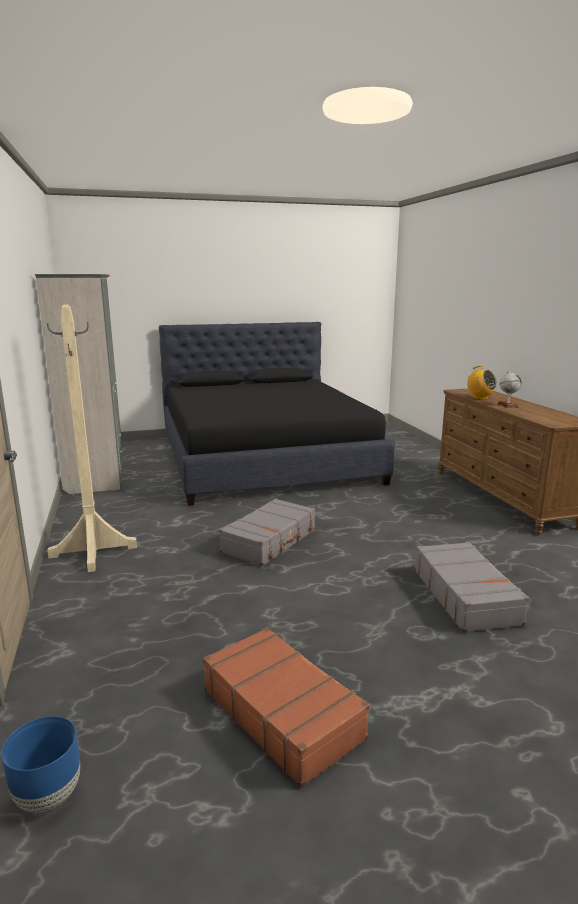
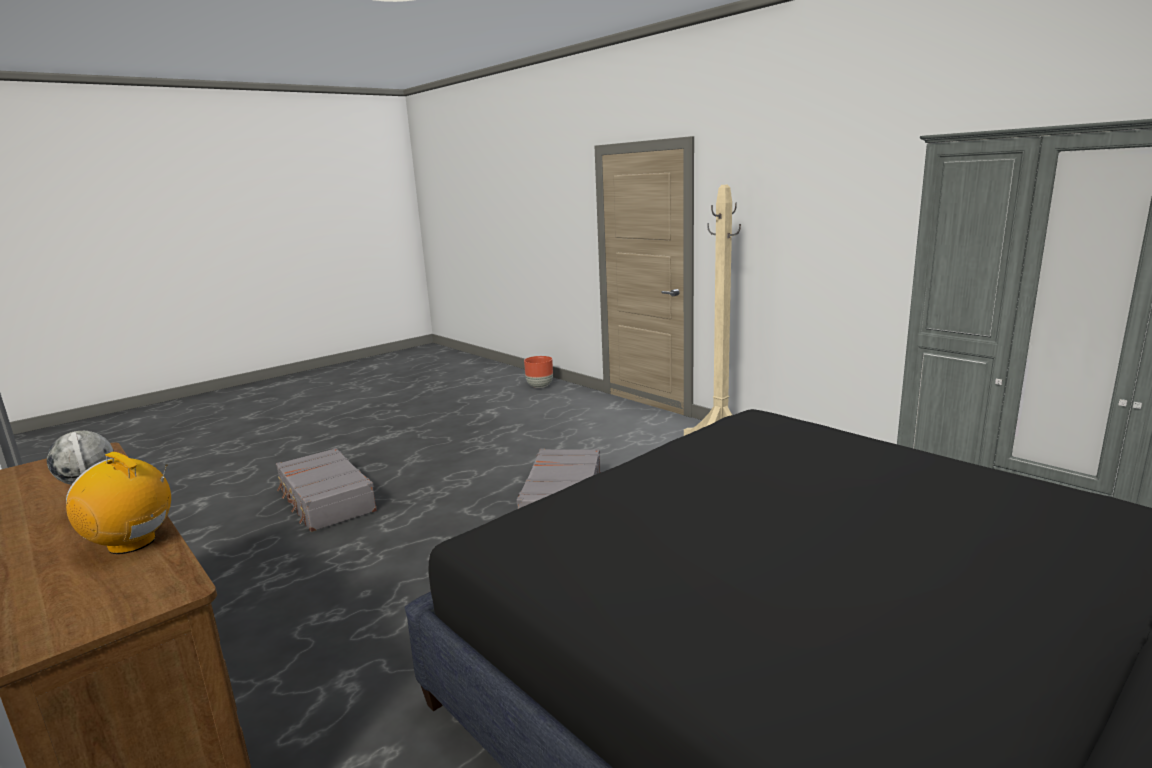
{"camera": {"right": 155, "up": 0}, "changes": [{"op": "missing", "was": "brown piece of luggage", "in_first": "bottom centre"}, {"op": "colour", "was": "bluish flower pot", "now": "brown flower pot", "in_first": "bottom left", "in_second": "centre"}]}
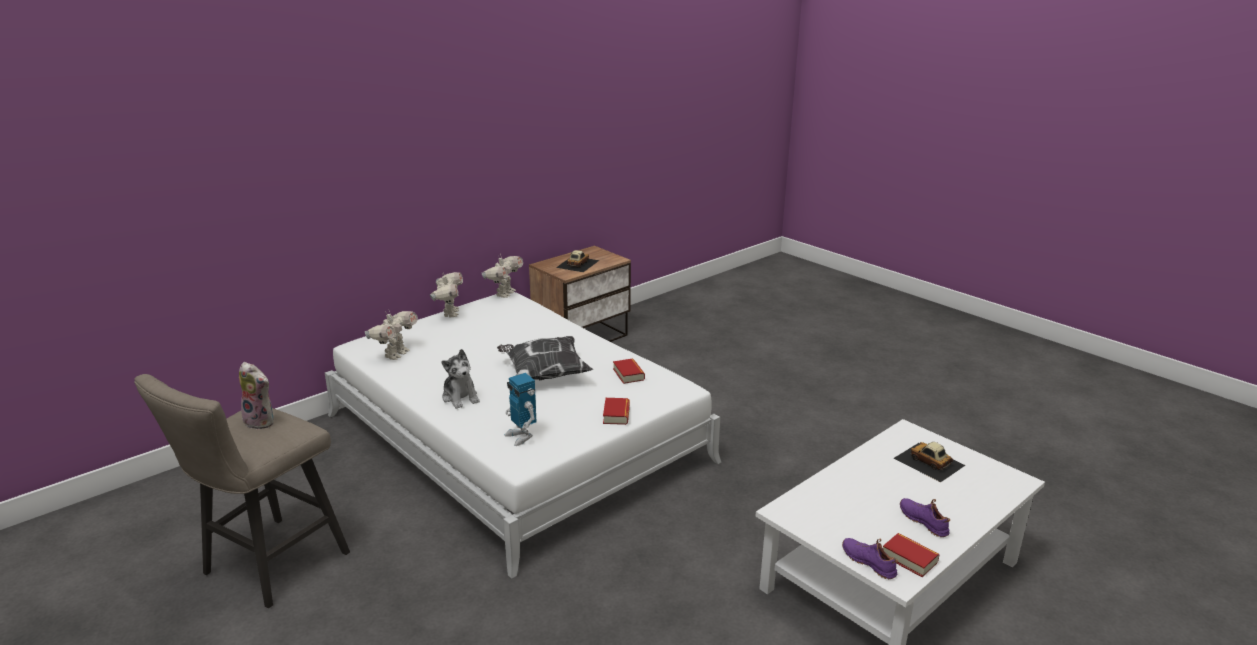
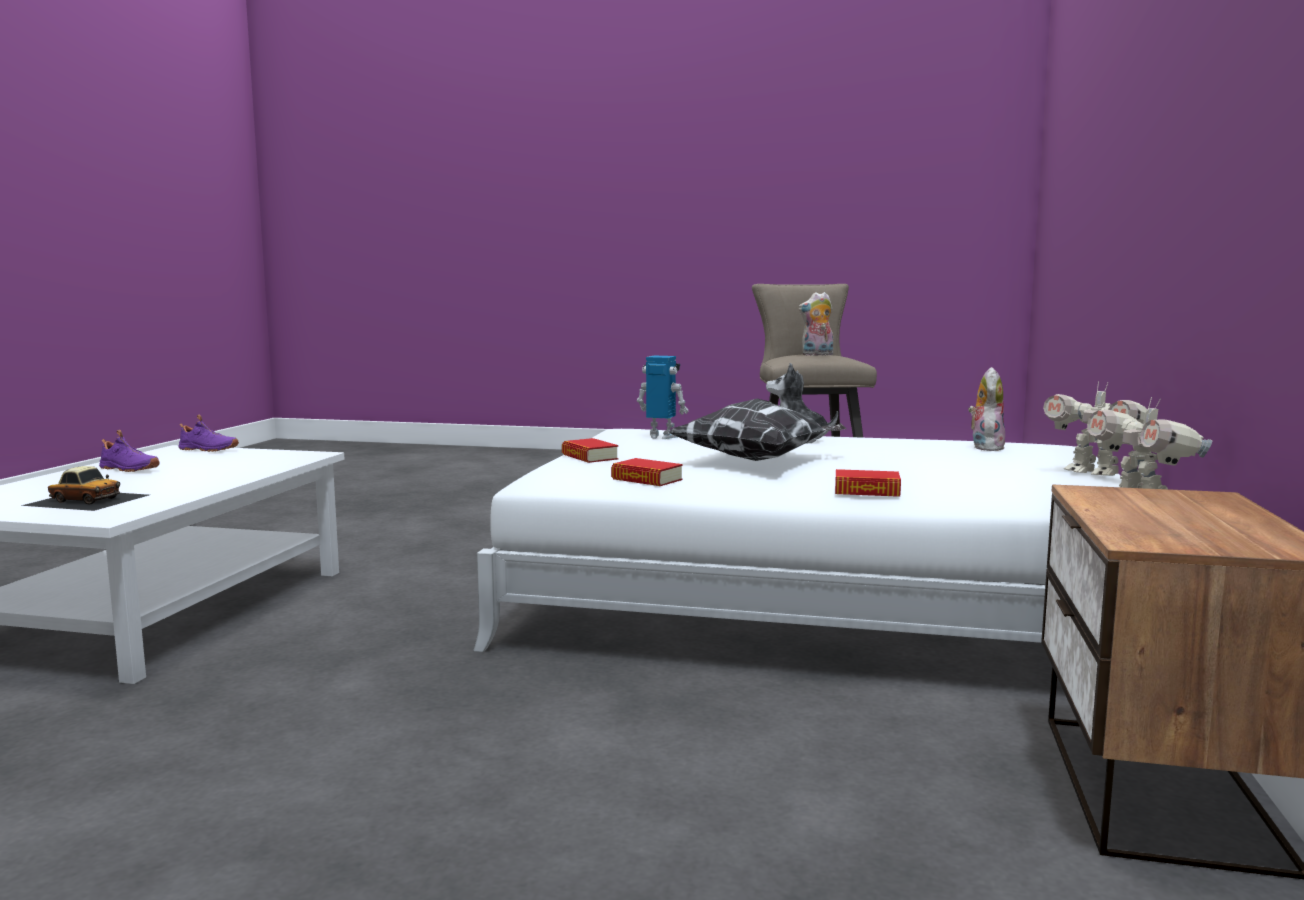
{"camera": {"right": 145, "up": -15}, "changes": [{"op": "missing", "was": "model car (no. 1 from left)", "in_first": "centre"}, {"op": "relocated", "was": "book (no. 3 from left)", "in_first": "bottom right", "in_second": "centre"}, {"op": "exchanged", "was": "robot figure (no. 1 from left)", "now": "soft toy (no. 3 from left)", "in_first": "middle left", "in_second": "middle right"}]}
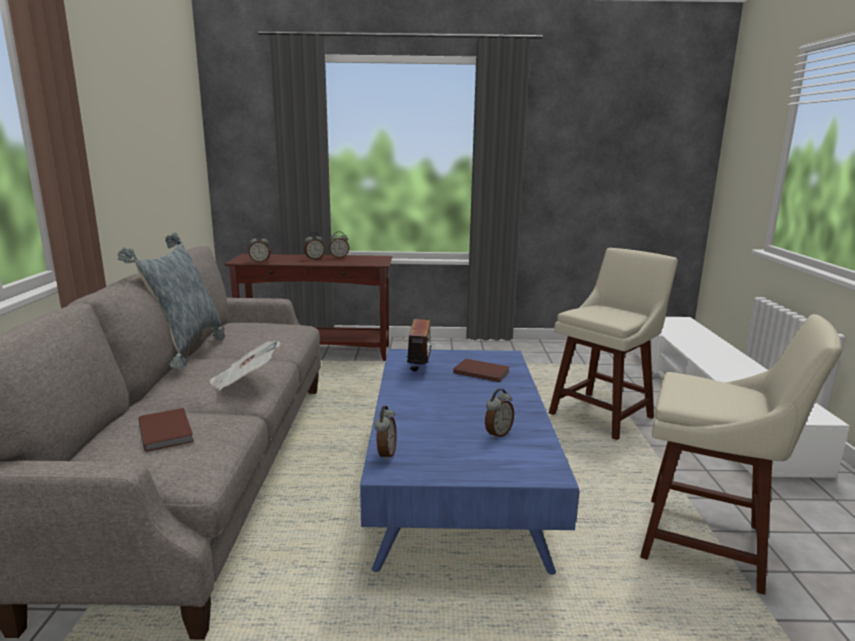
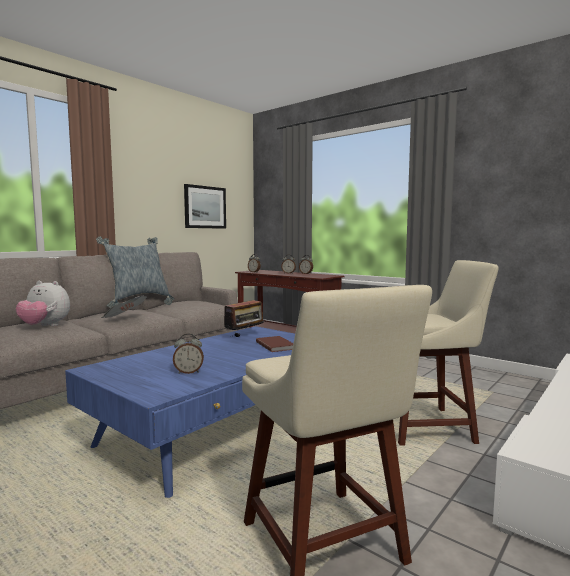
{"camera": {"right": 40, "up": -10}, "changes": [{"op": "missing", "was": "alarm clock (no. 4 from left)", "in_first": "bottom centre"}, {"op": "appeared", "now": "wall picture", "in_second": "centre"}, {"op": "exchanged", "was": "brown book (no. 1 from left)", "now": "soft toy", "in_first": "bottom left", "in_second": "middle left"}]}
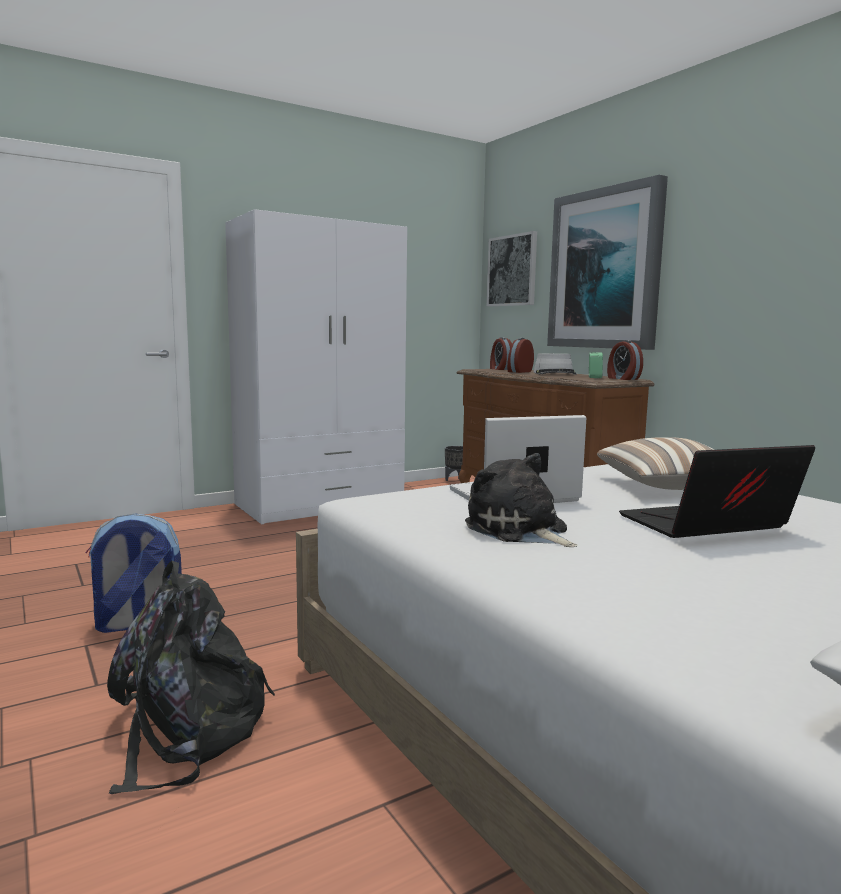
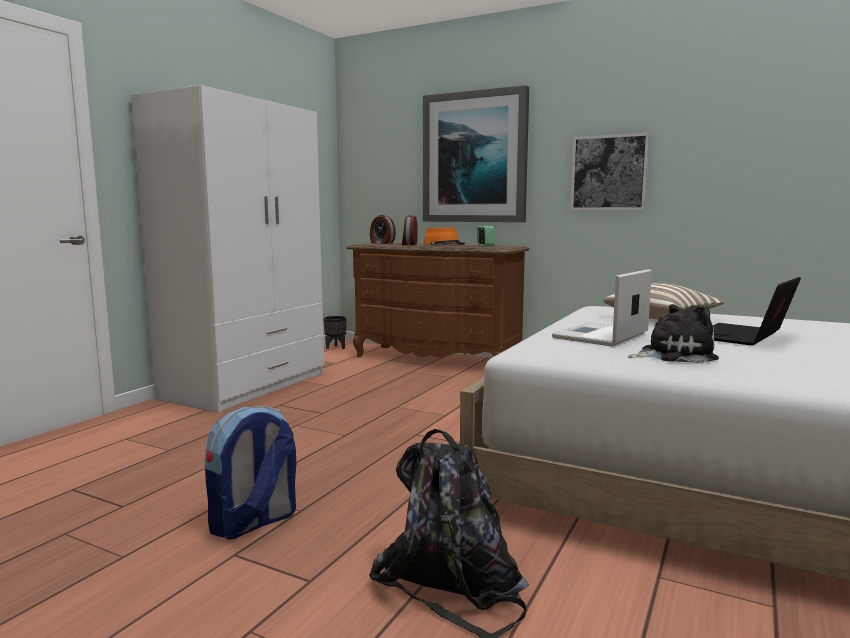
{"camera": {"right": -30, "up": 0}, "changes": [{"op": "missing", "was": "alarm clock (no. 4 from left)", "in_first": "middle right"}, {"op": "relocated", "was": "wall picture (no. 1 from left in the first image)", "now": "wall picture (no. 2 from left)", "in_first": "top centre", "in_second": "top right"}, {"op": "colour", "was": "grey clothing hat", "now": "orange-coloured clothing hat", "in_first": "centre", "in_second": "centre"}, {"op": "spun", "was": "soft toy", "in_first": "centre", "in_second": "middle right", "clockwise": 150}]}
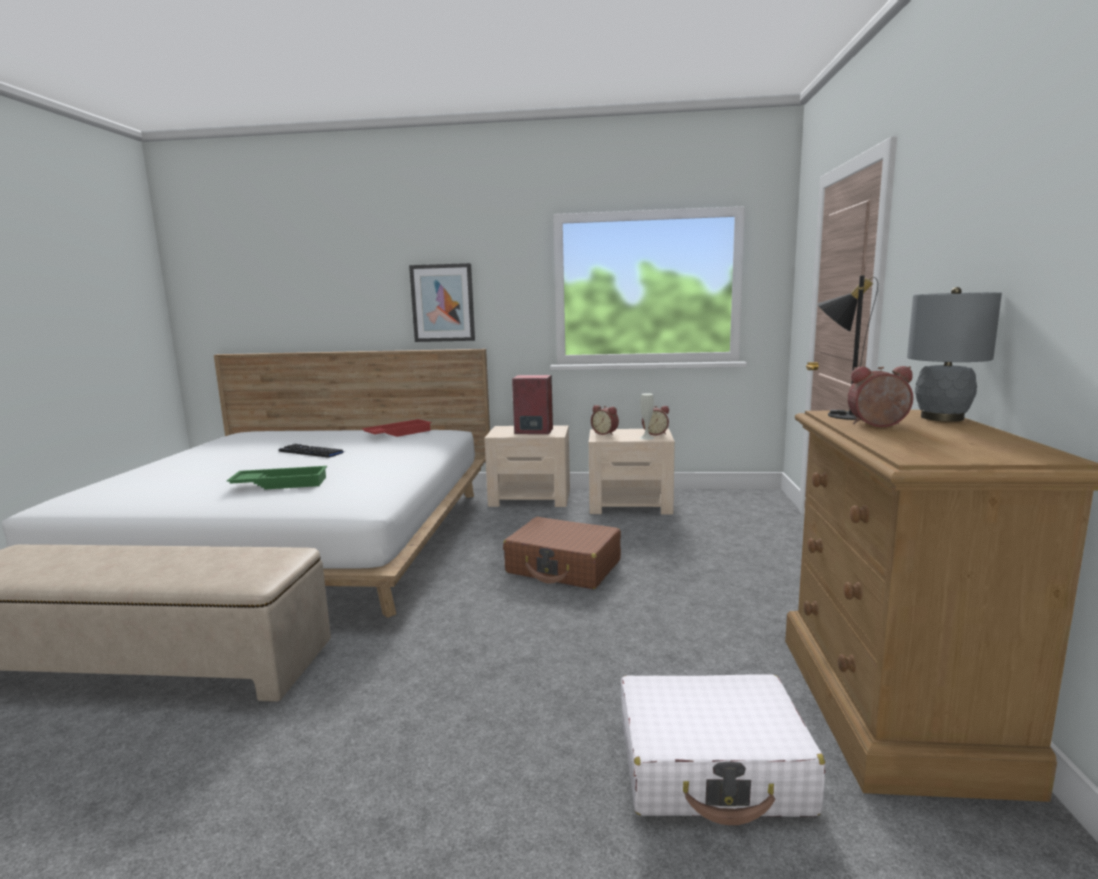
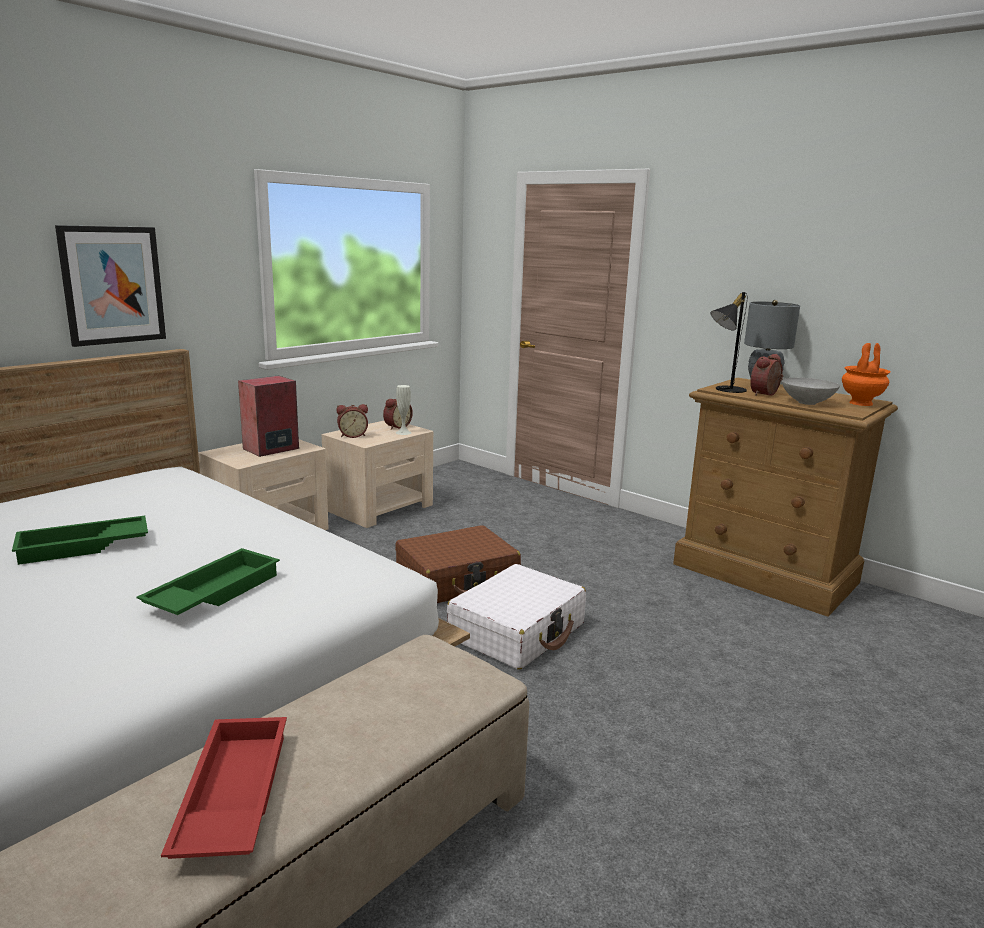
{"camera": {"right": -55, "up": 5}, "changes": [{"op": "appeared", "now": "grey bowl", "in_second": "middle right"}, {"op": "appeared", "now": "orange-coloured vase", "in_second": "middle right"}, {"op": "relocated", "was": "red-coloured tray", "in_first": "centre", "in_second": "bottom left"}, {"op": "relocated", "was": "whitish piece of luggage", "in_first": "bottom centre", "in_second": "centre"}, {"op": "exchanged", "was": "computer keyboard", "now": "green tray (no. 1 from left)", "in_first": "middle left", "in_second": "middle left"}]}
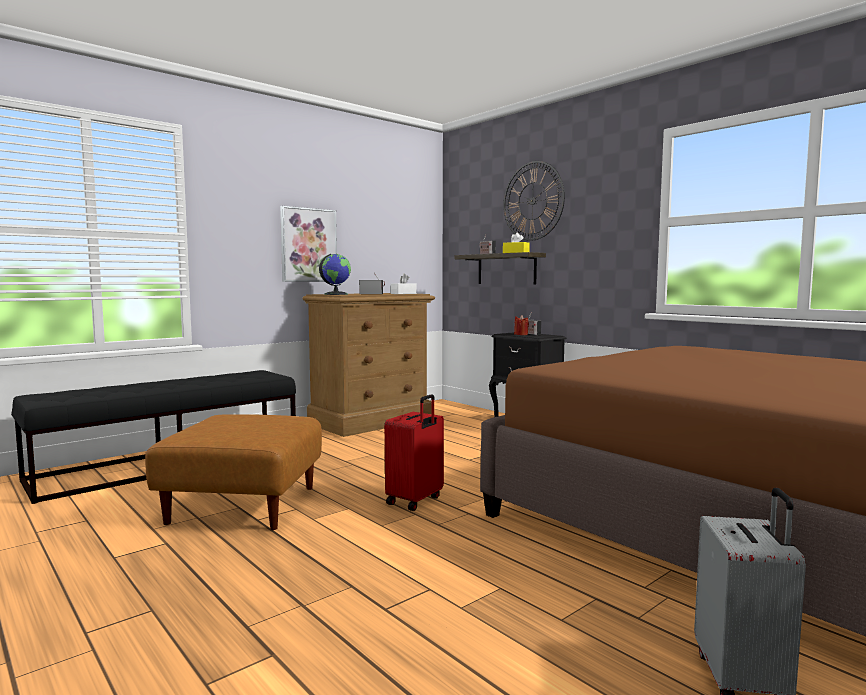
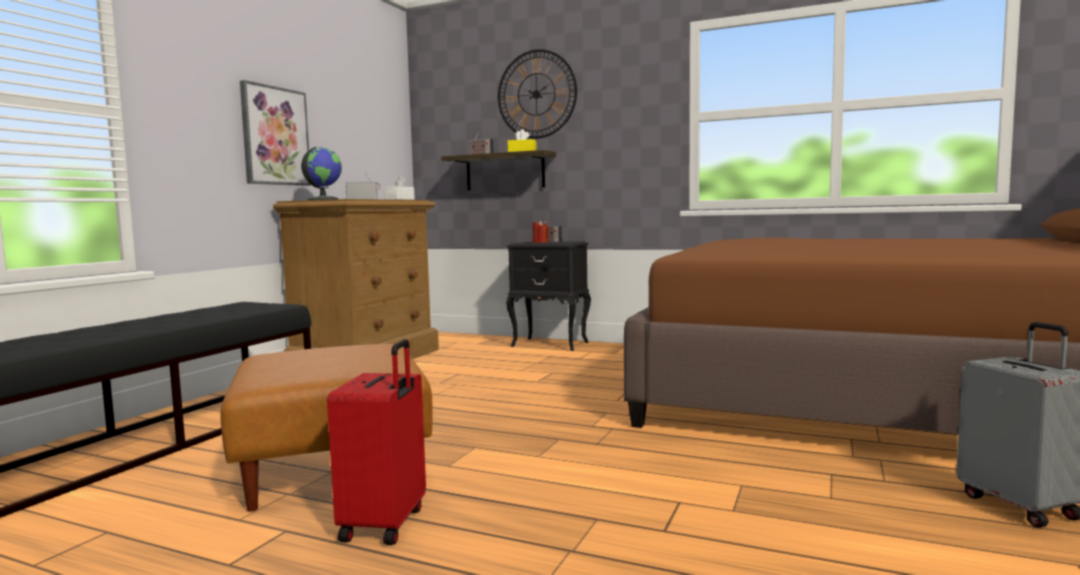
{"camera": {"right": -25, "up": 0}, "changes": [{"op": "relocated", "was": "red-coloured piece of luggage", "in_first": "centre", "in_second": "bottom centre"}]}
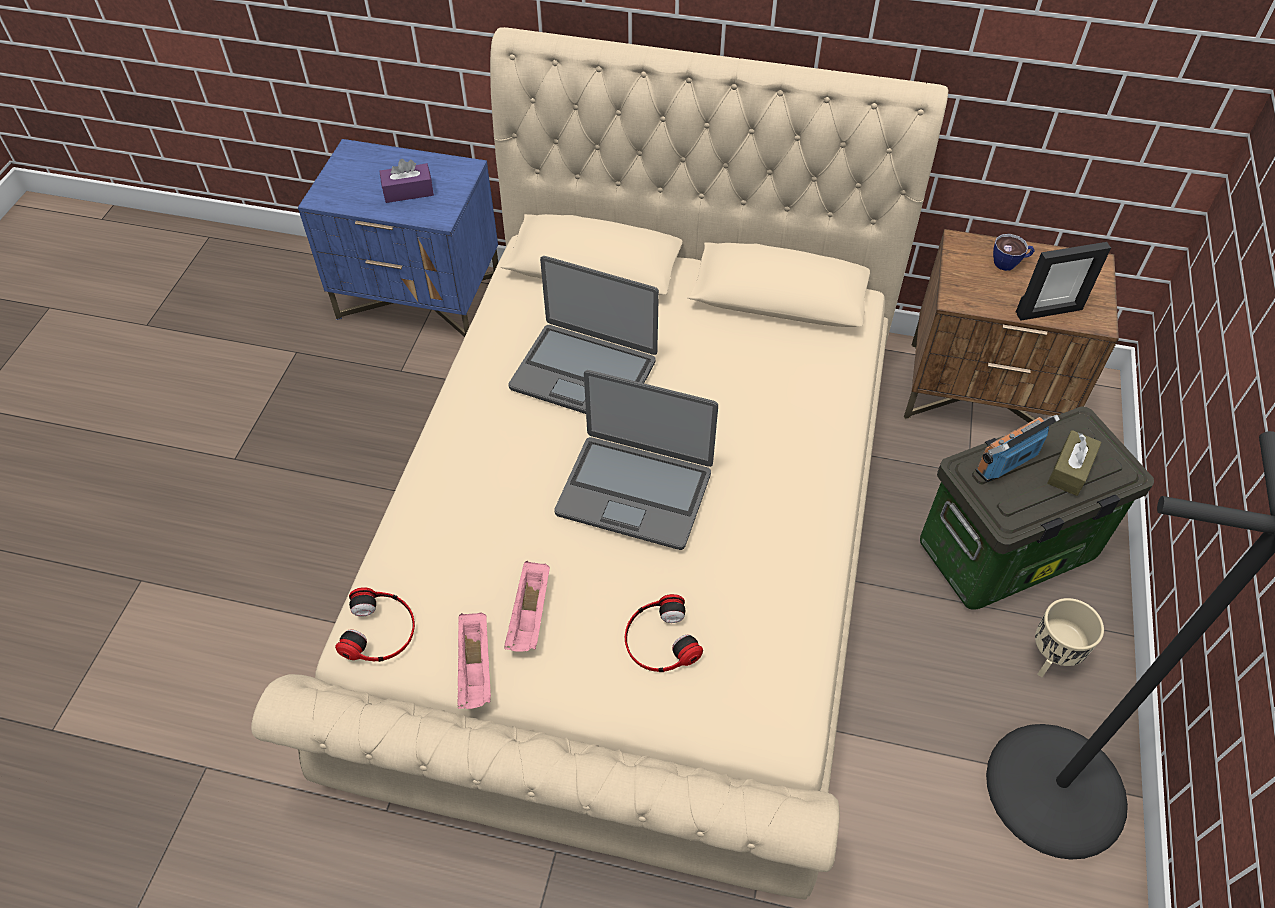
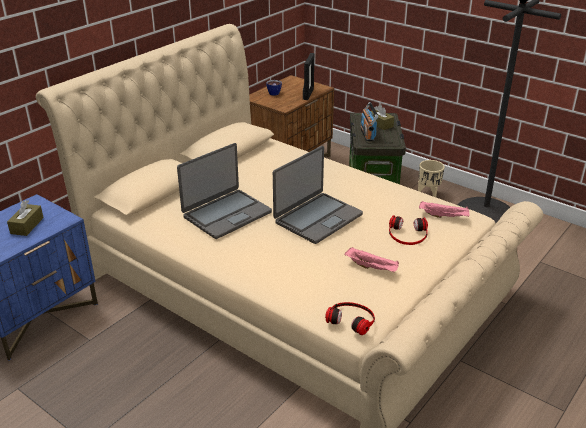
{"camera": {"right": -65, "up": -20}, "changes": [{"op": "relocated", "was": "pink-coloured tray (no. 1 from left in the first image)", "now": "pink-coloured tray (no. 2 from left)", "in_first": "bottom centre", "in_second": "middle right"}, {"op": "colour", "was": "purplish tissue holder", "now": "brown tissue holder (no. 1 from left)", "in_first": "top left", "in_second": "middle left"}]}
